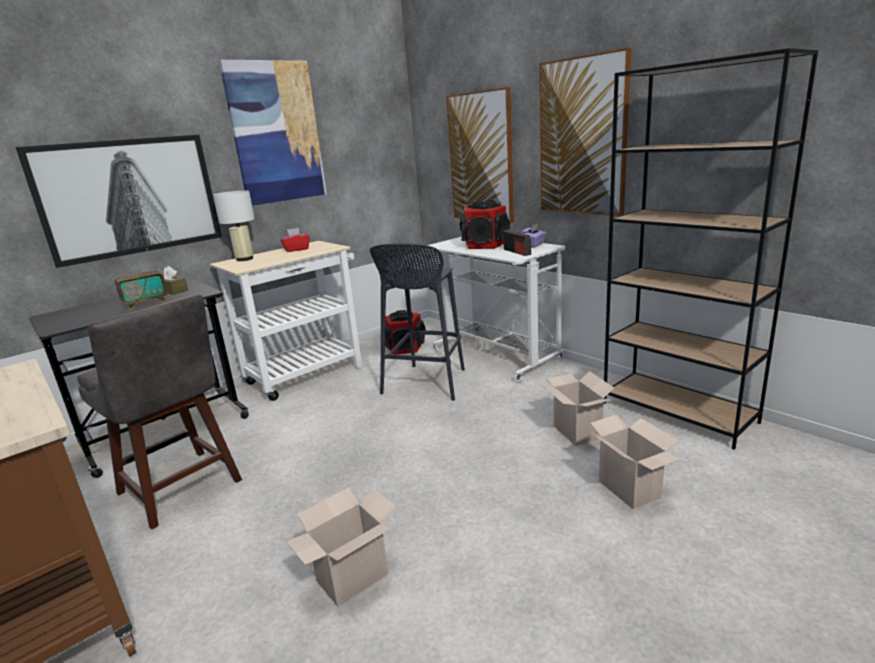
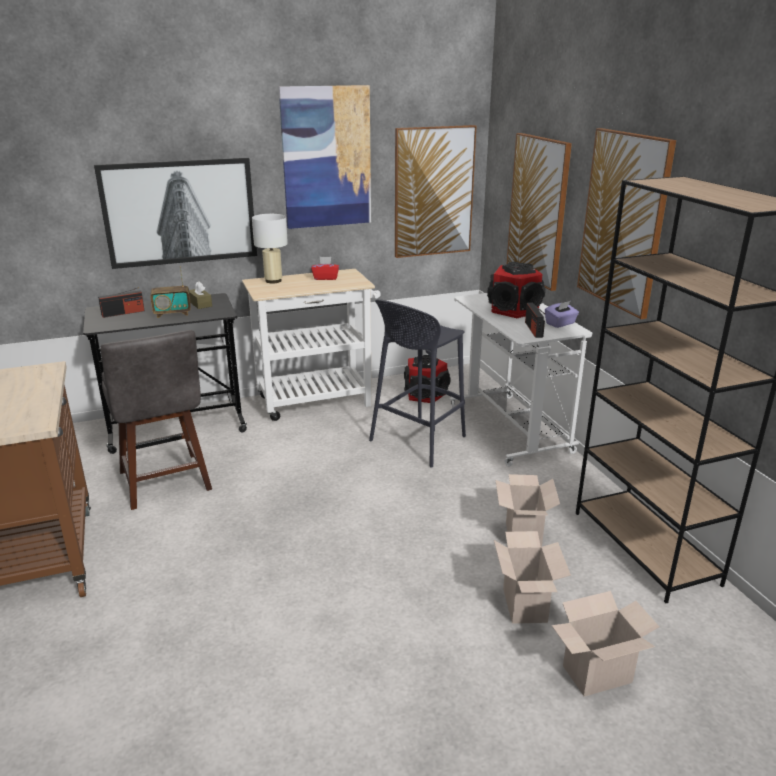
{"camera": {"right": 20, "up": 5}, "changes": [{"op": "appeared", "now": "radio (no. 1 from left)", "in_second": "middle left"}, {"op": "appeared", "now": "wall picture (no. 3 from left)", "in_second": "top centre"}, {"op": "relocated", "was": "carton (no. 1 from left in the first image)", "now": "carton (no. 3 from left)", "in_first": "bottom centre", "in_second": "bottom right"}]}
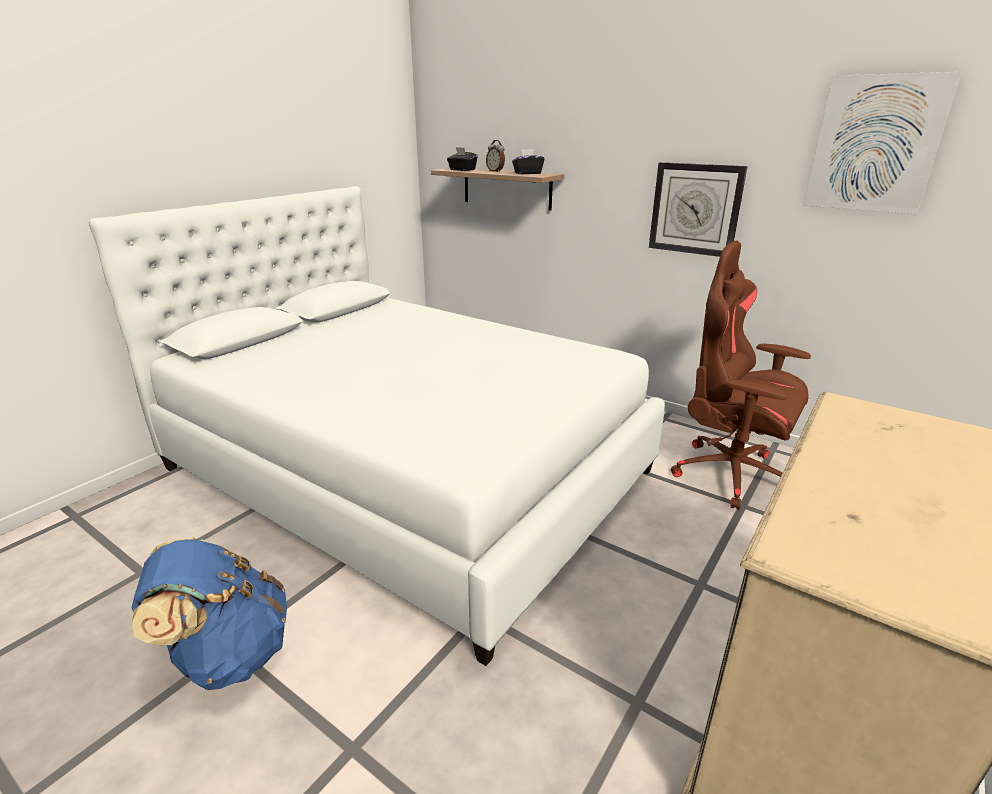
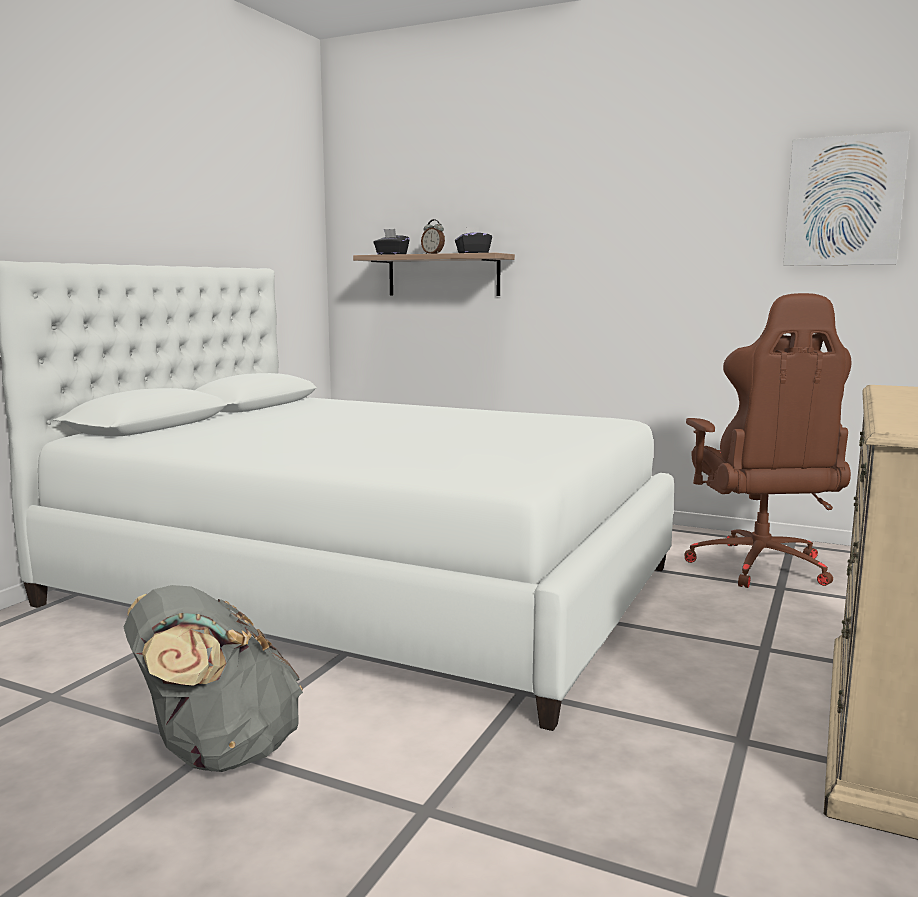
{"camera": {"right": -10, "up": -15}, "changes": [{"op": "missing", "was": "hanging clock", "in_first": "top right"}, {"op": "colour", "was": "bluish knapsack", "now": "grey knapsack", "in_first": "bottom left", "in_second": "bottom left"}, {"op": "spun", "was": "brown office chair", "in_first": "middle right", "in_second": "middle right", "clockwise": -120}]}
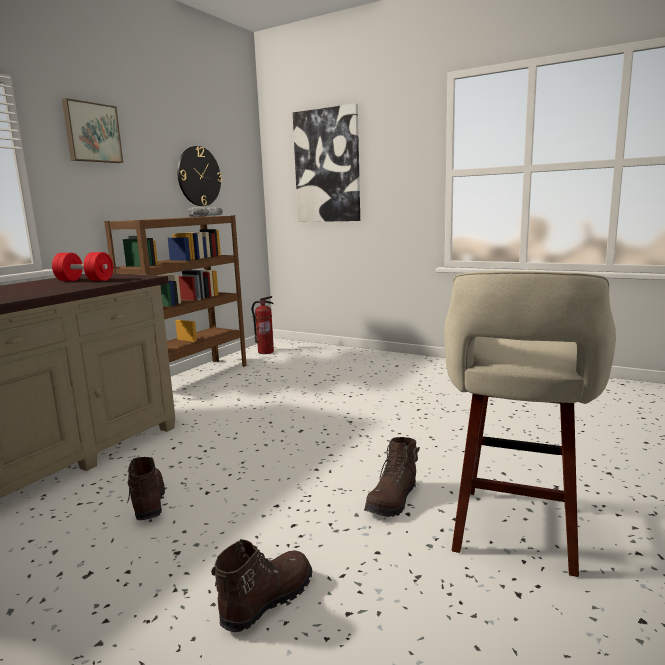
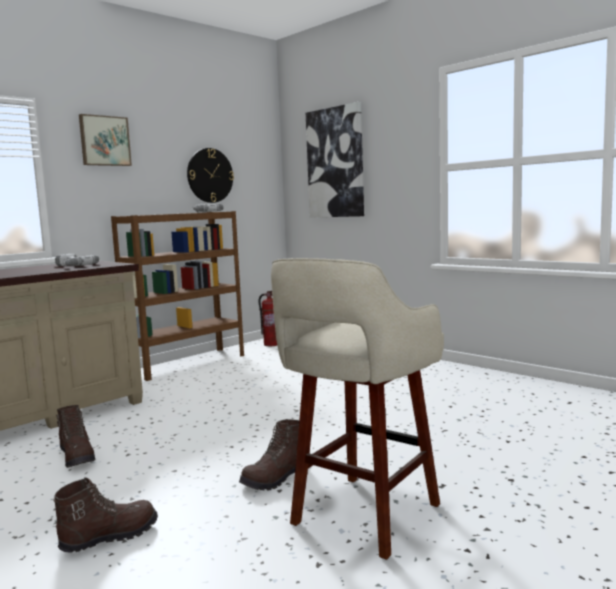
{"camera": {"right": 15, "up": -5}, "changes": [{"op": "exchanged", "was": "red-coloured free weight", "now": "power drill (no. 1 from left)", "in_first": "middle left", "in_second": "middle left"}, {"op": "spun", "was": "brown high-top boot (no. 1 from left)", "in_first": "bottom left", "in_second": "bottom left", "clockwise": 150}]}
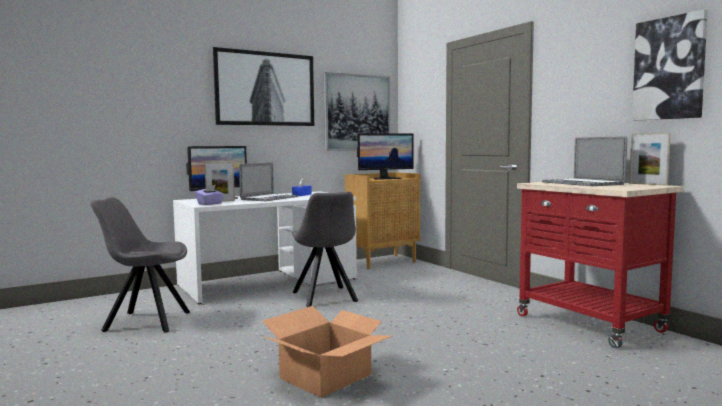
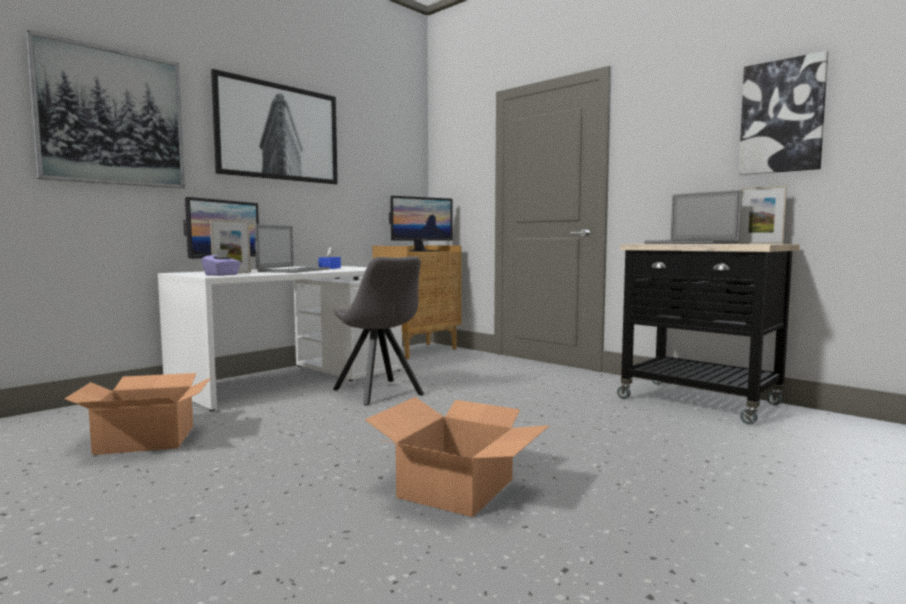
{"camera": {"right": -15, "up": 0}, "changes": [{"op": "relocated", "was": "wall picture (no. 2 from left in the first image)", "now": "wall picture (no. 1 from left)", "in_first": "top centre", "in_second": "top left"}, {"op": "exchanged", "was": "grey upright chair (no. 1 from left)", "now": "carton (no. 1 from left)", "in_first": "middle left", "in_second": "bottom left"}, {"op": "colour", "was": "red-coloured cart", "now": "black-coloured cart", "in_first": "middle right", "in_second": "middle right"}]}
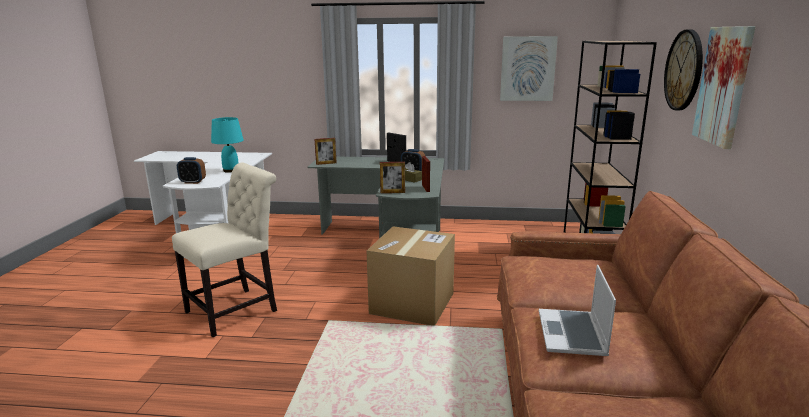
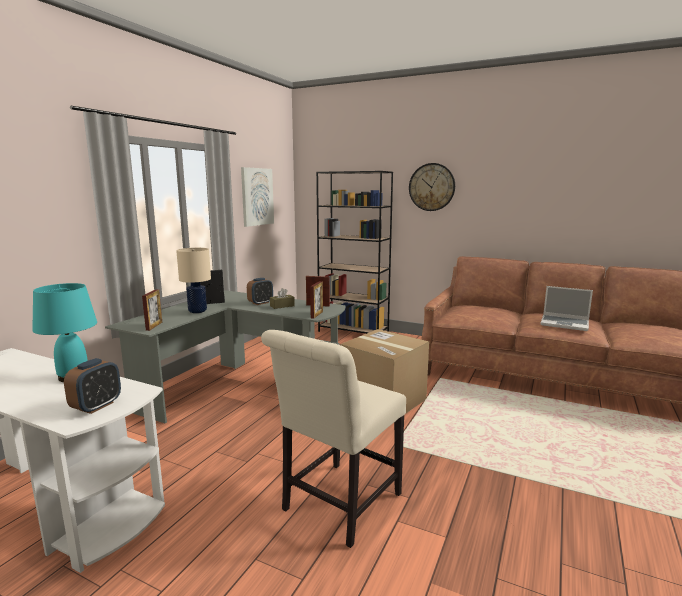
{"camera": {"right": -70, "up": -5}, "changes": [{"op": "missing", "was": "wall picture (no. 2 from left)", "in_first": "top right"}, {"op": "appeared", "now": "beige lamp for a table", "in_second": "middle left"}, {"op": "spun", "was": "beige upright chair", "in_first": "middle left", "in_second": "bottom centre", "clockwise": -120}]}
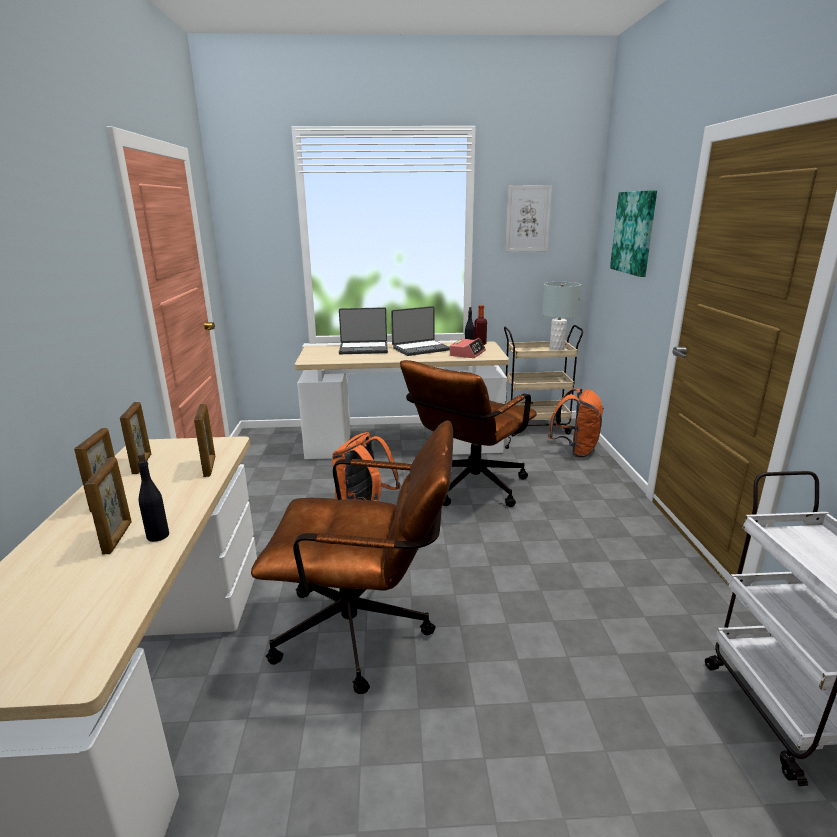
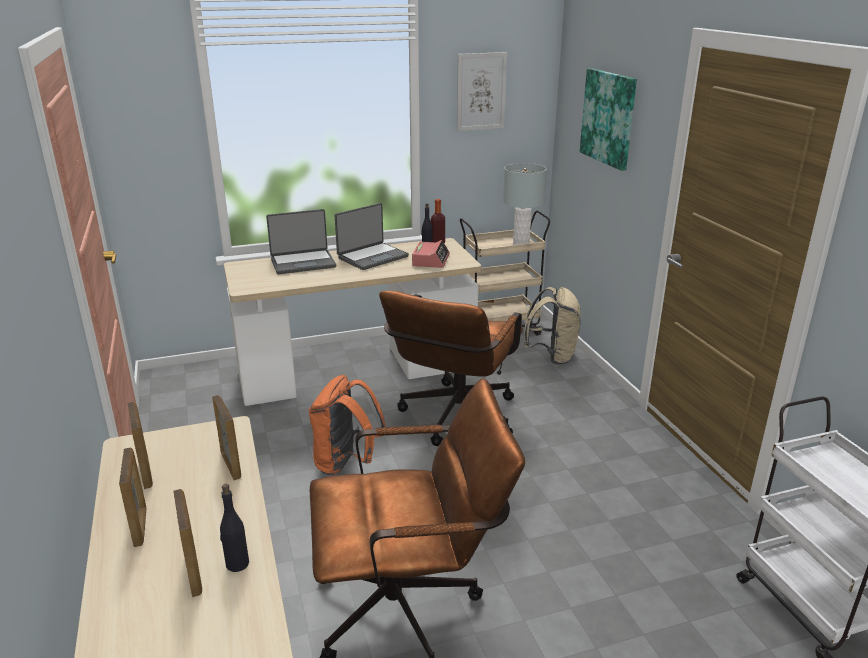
{"camera": {"right": -15, "up": 5}, "changes": [{"op": "colour", "was": "orange-coloured knapsack (no. 2 from left)", "now": "beige knapsack", "in_first": "middle right", "in_second": "centre"}]}
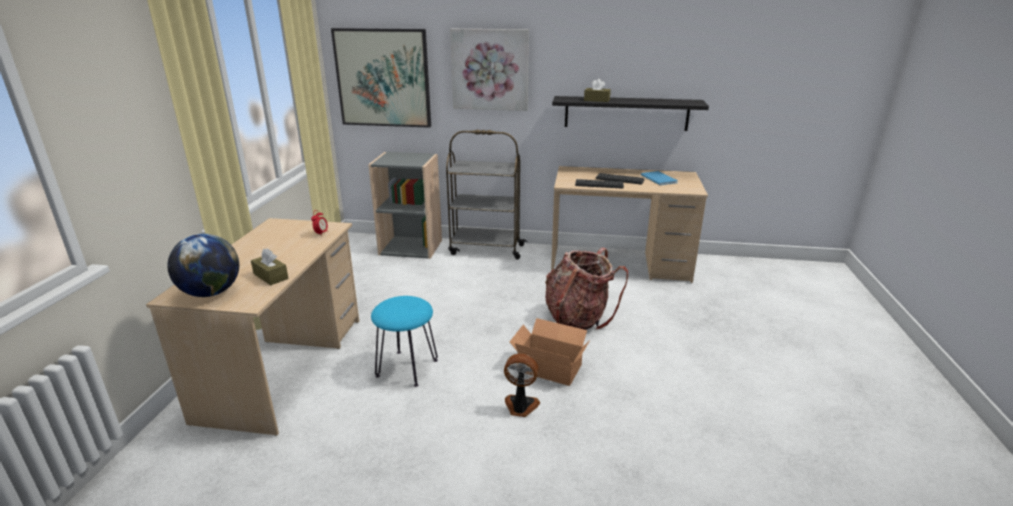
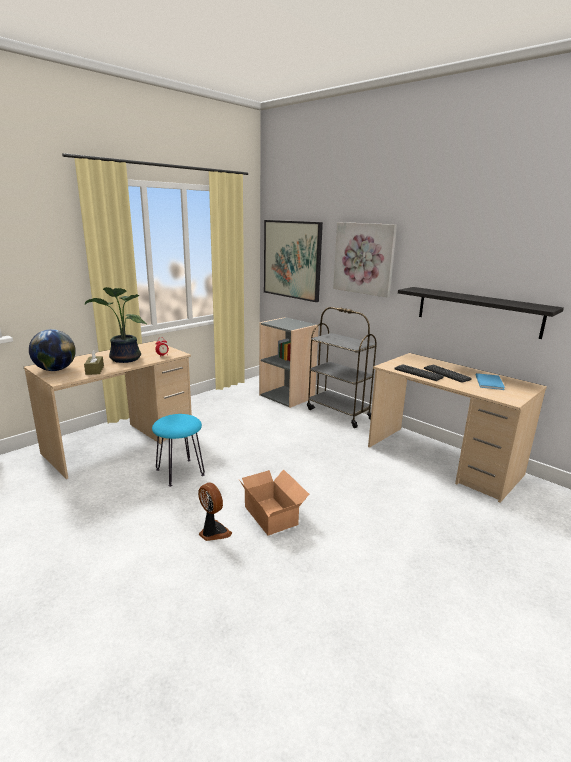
{"camera": {"right": 35, "up": -5}, "changes": [{"op": "missing", "was": "knapsack", "in_first": "centre"}, {"op": "missing", "was": "brown tissue holder (no. 2 from left)", "in_first": "top centre"}, {"op": "appeared", "now": "houseplant", "in_second": "middle left"}]}
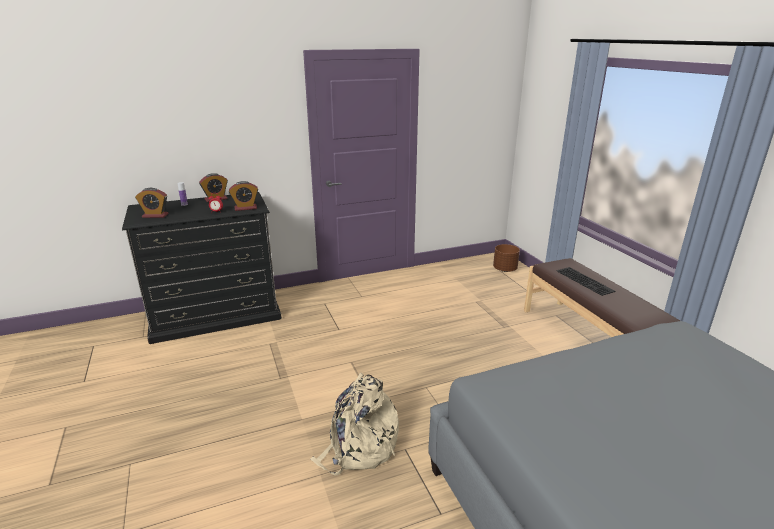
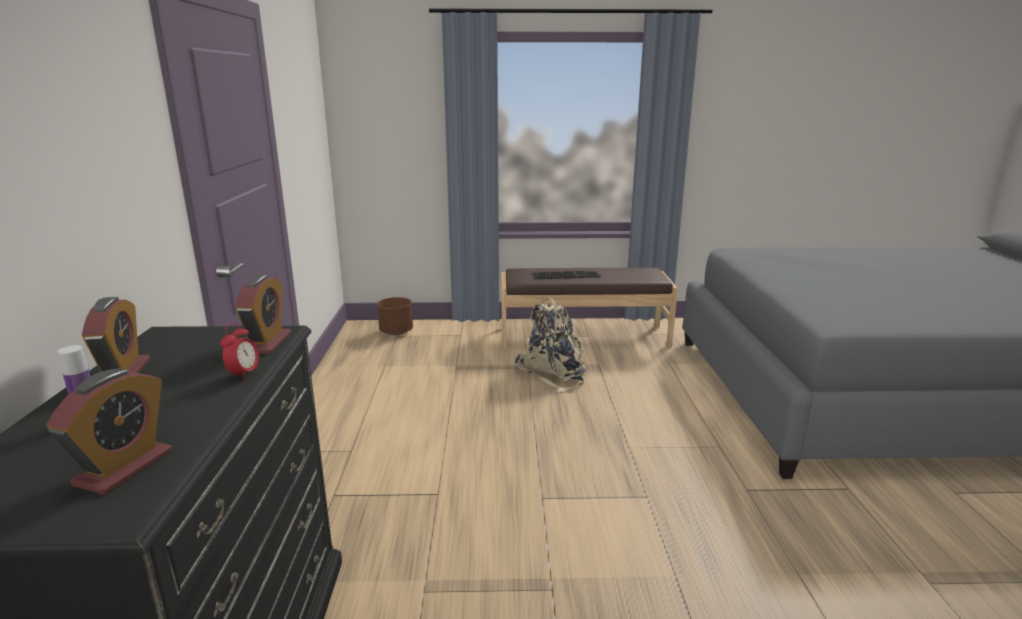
{"camera": {"right": -70, "up": -5}, "changes": [{"op": "relocated", "was": "beige knapsack", "in_first": "bottom centre", "in_second": "centre"}]}
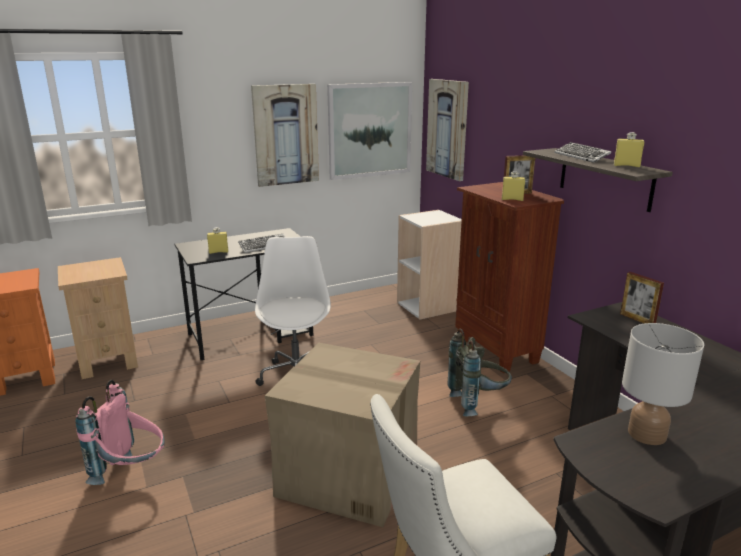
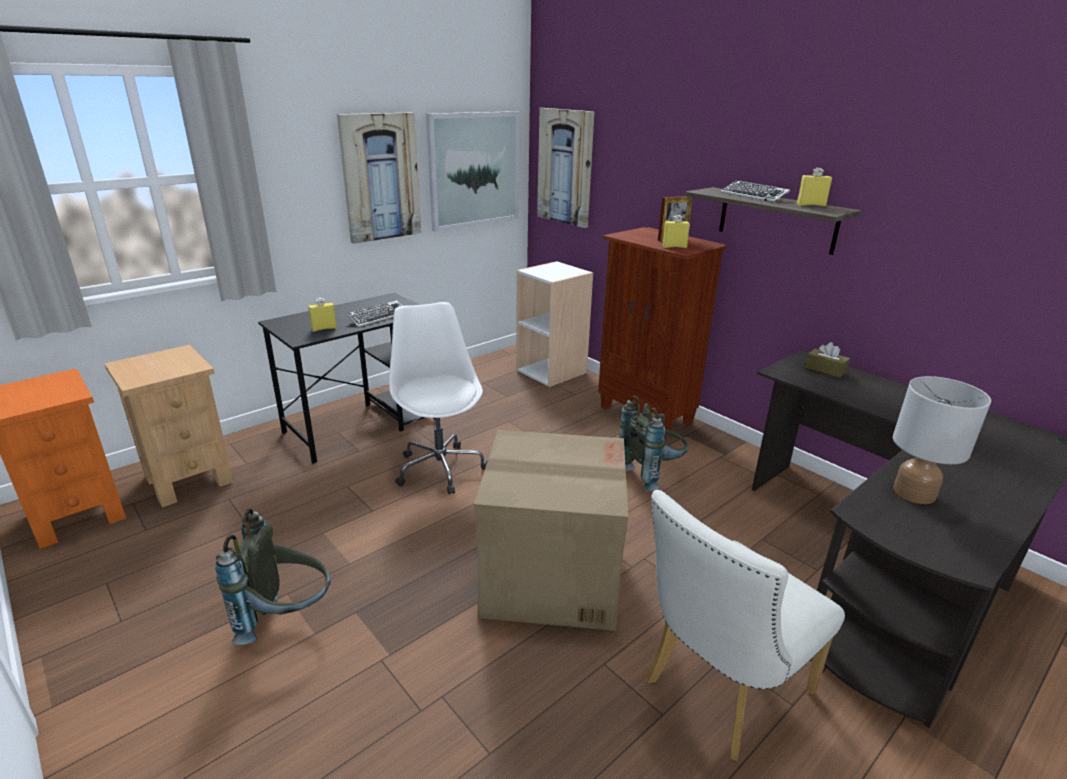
{"camera": {"right": -15, "up": 5}, "changes": [{"op": "exchanged", "was": "photo frame (no. 2 from left)", "now": "brown tissue holder", "in_first": "middle right", "in_second": "middle right"}, {"op": "colour", "was": "pink-coloured knapsack", "now": "grey knapsack (no. 1 from left)", "in_first": "bottom left", "in_second": "bottom left"}]}
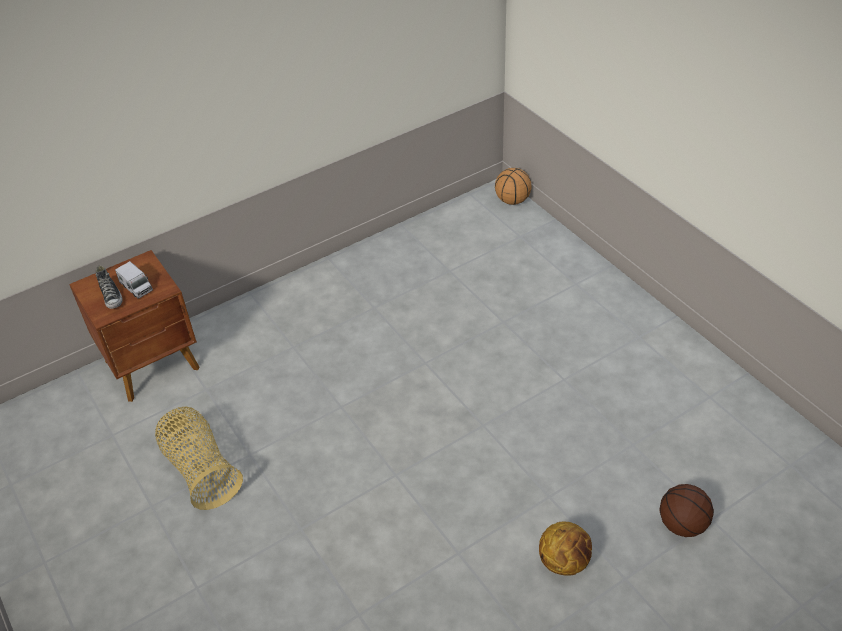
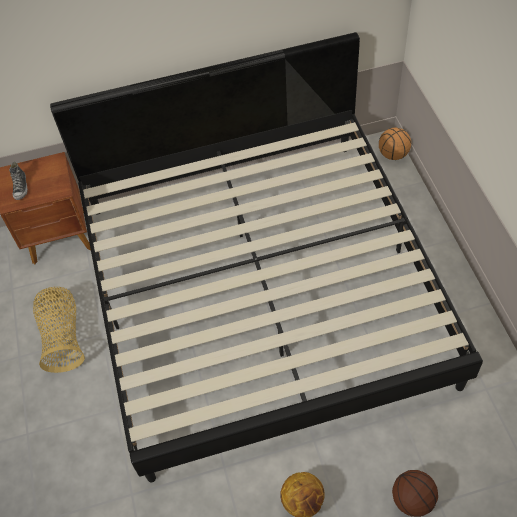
{"camera": {"right": 20, "up": 10}, "changes": [{"op": "missing", "was": "toy truck", "in_first": "middle left"}, {"op": "appeared", "now": "bedroom bed", "in_second": "centre"}]}
